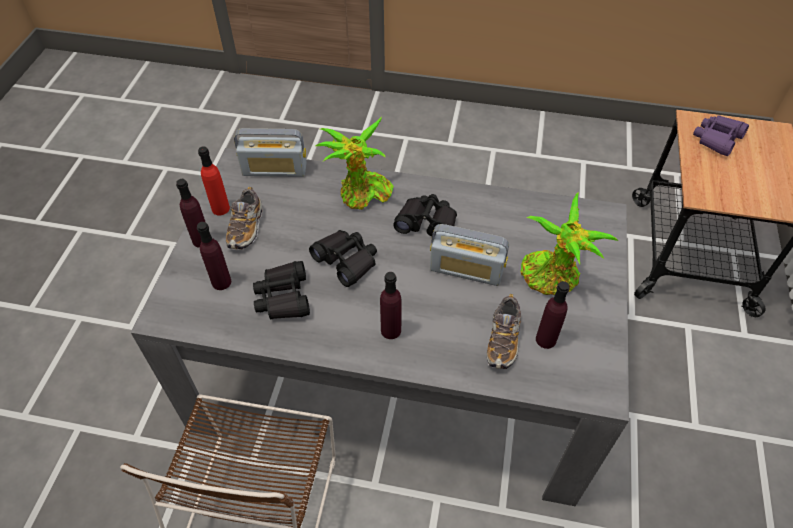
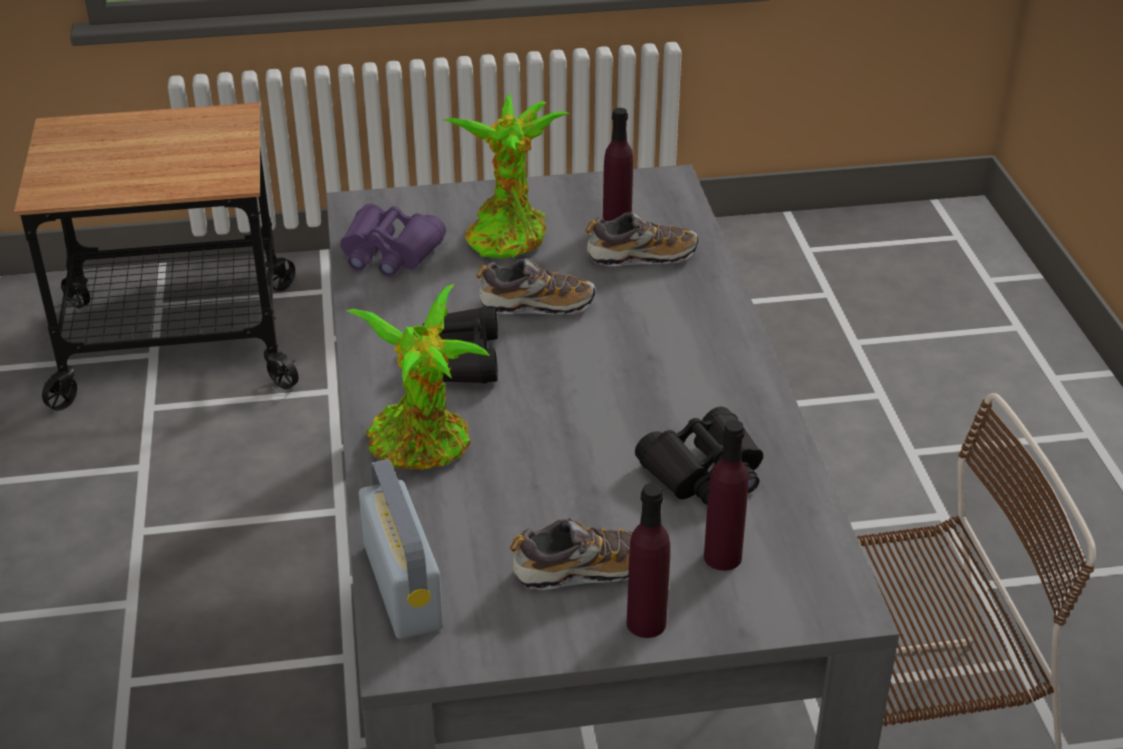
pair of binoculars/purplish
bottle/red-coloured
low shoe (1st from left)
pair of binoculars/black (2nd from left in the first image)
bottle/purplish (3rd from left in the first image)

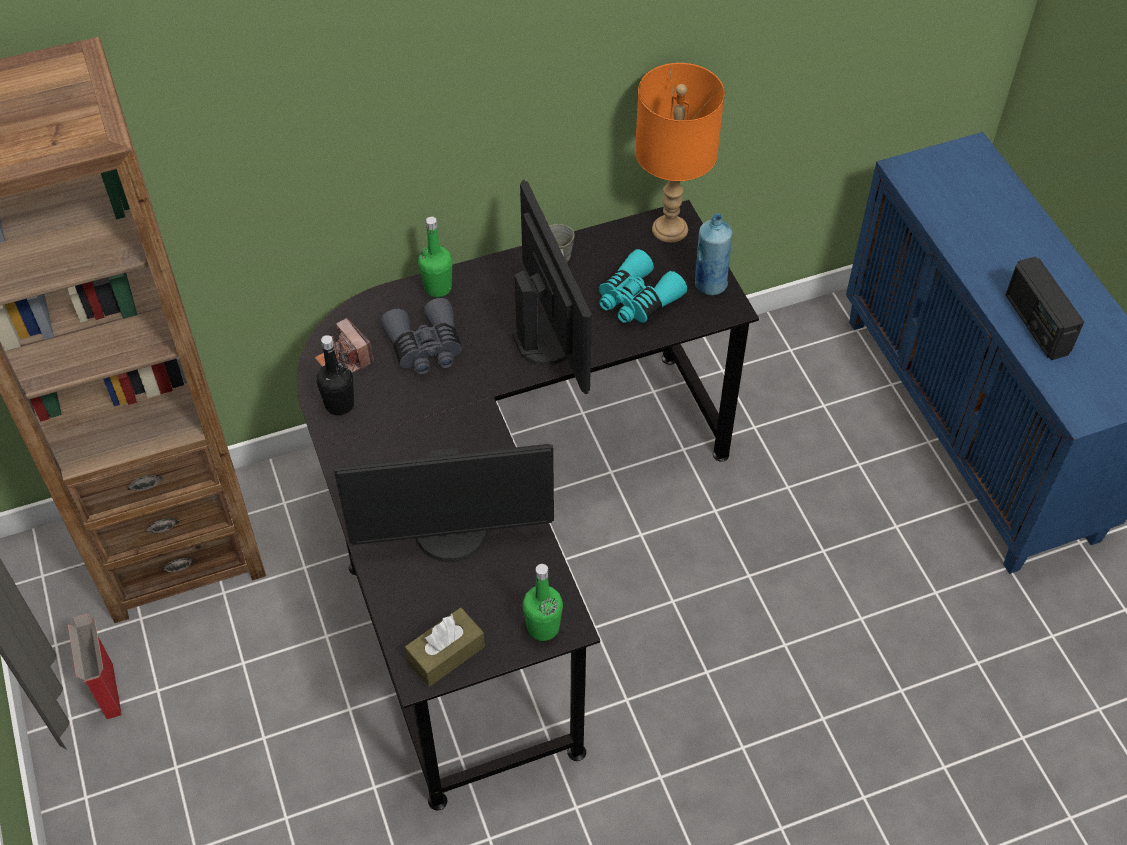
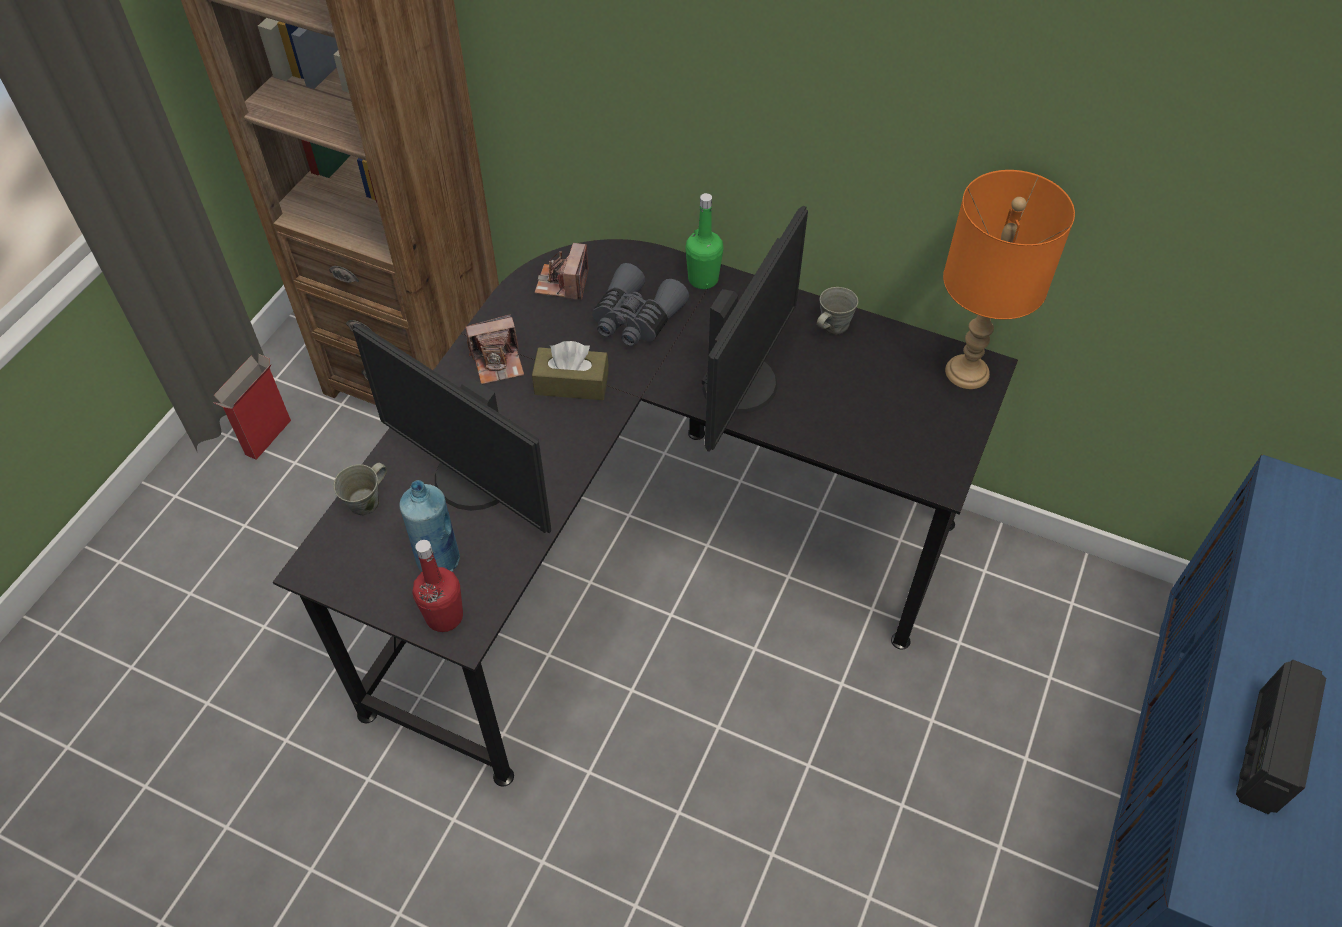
bottle/blue-coloured
pair of binoculars/blue-green
bottle/black
bottle/red-coloured
tissue box/brownish
still camera (1st from left)
coffee mug/grey (1st from left)

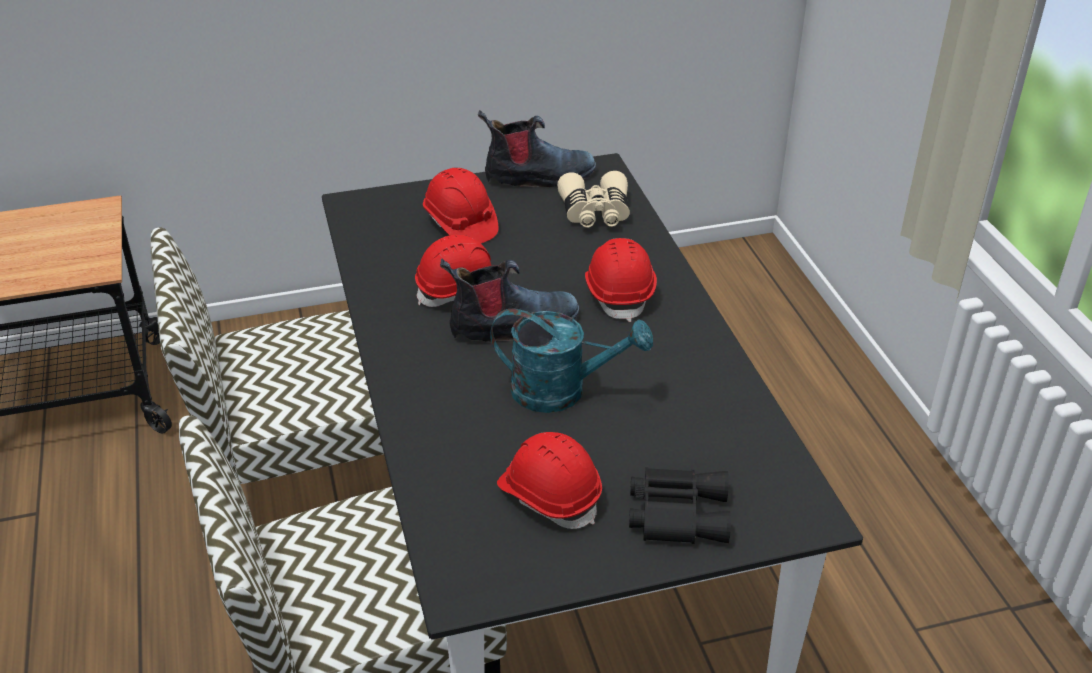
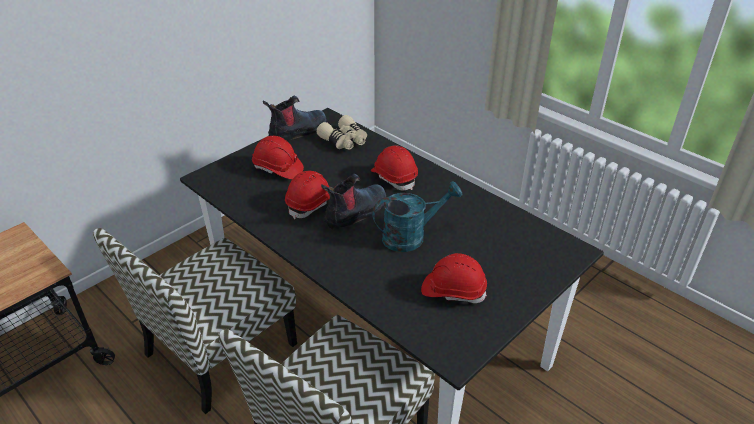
pair of binoculars/black

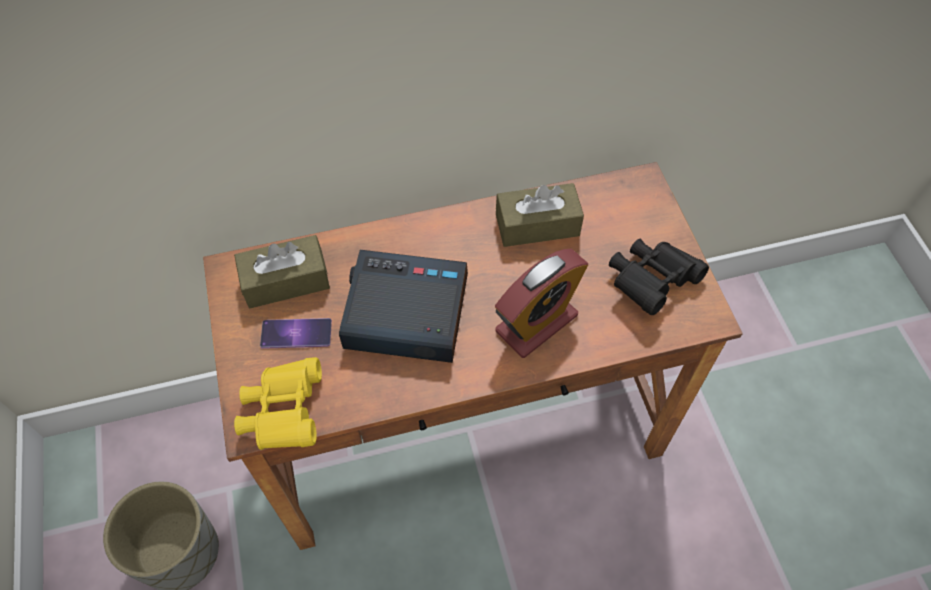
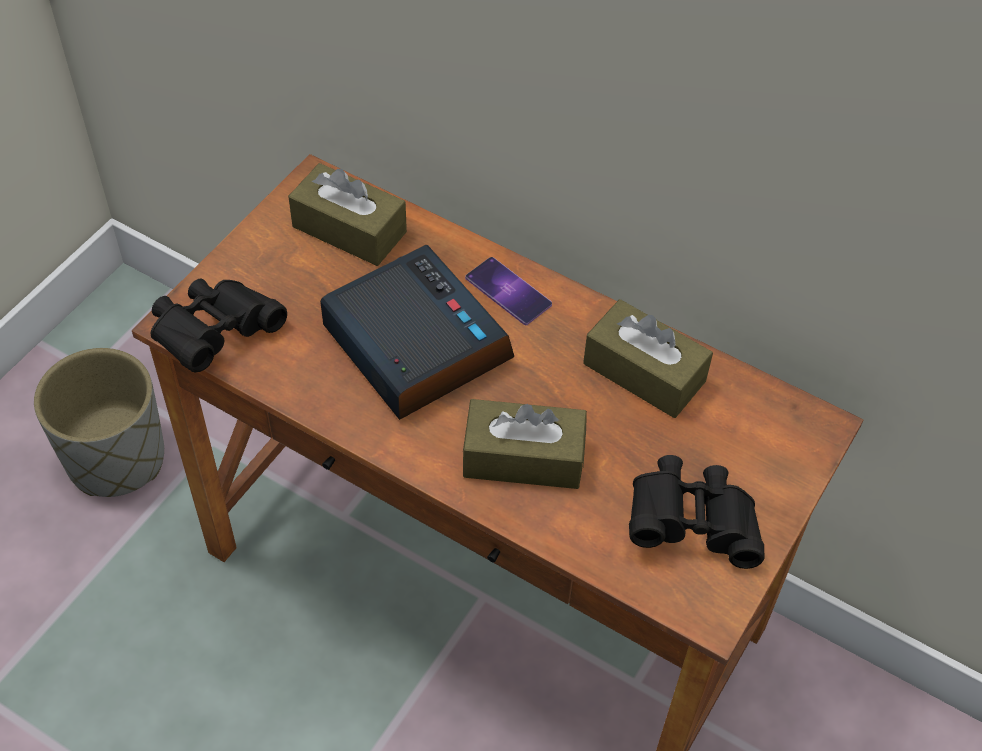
tissue box/brownish (2nd from left)
handset
pair of binoculars/black (1st from left)

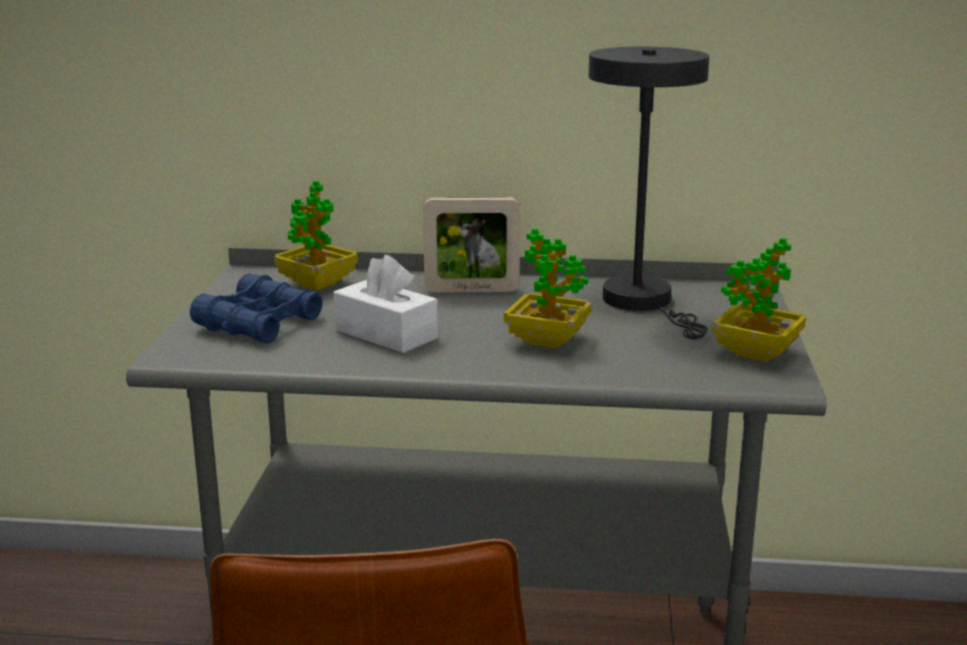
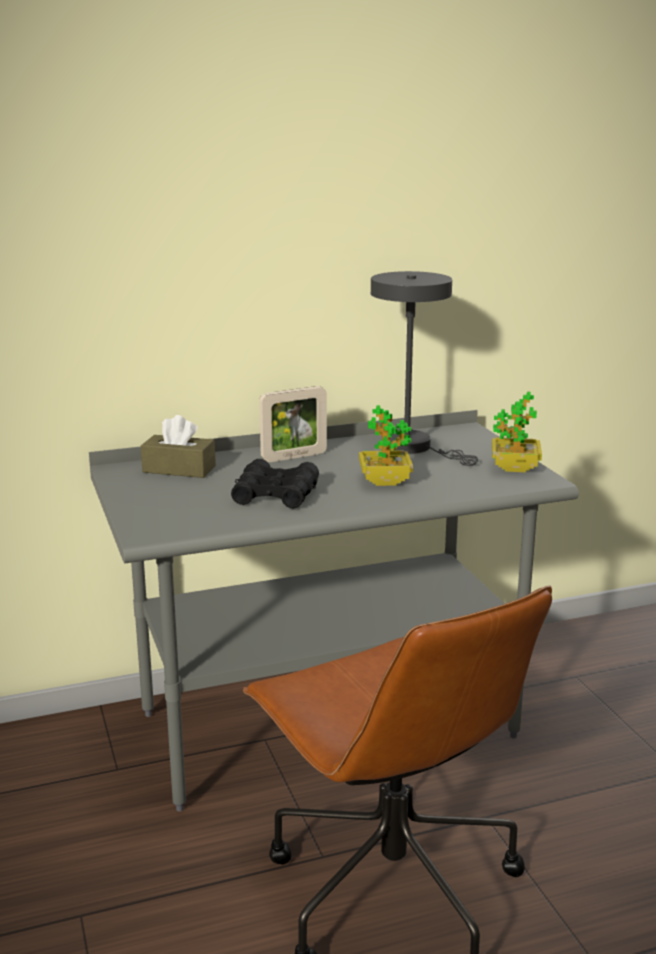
tissue box/brownish
pair of binoculars/black
pair of binoculars/blue-coloured

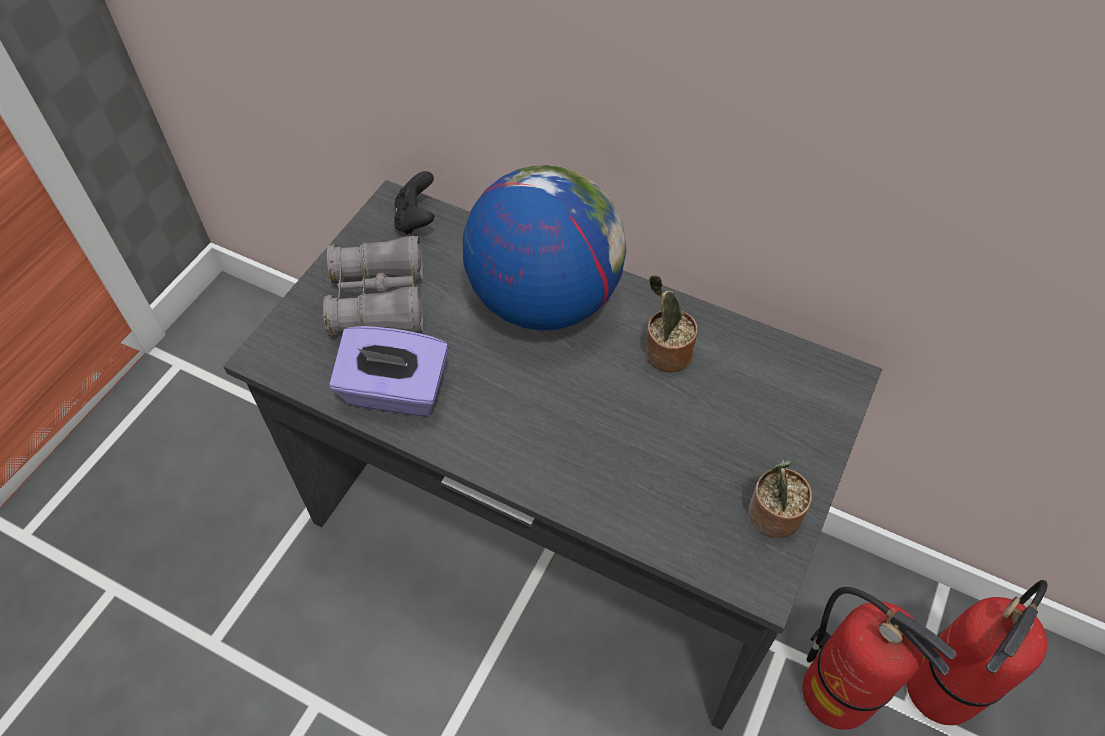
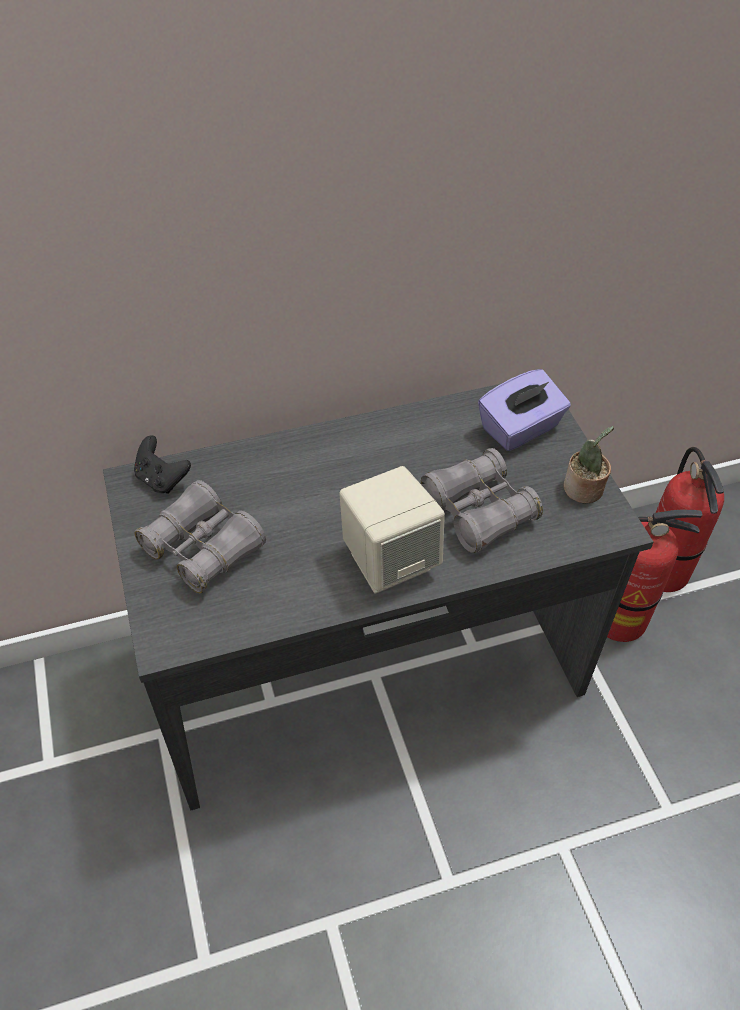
world globe
plant in a pot (1st from left in the first image)
tissue box/purplish
pair of binoculars/grey (2nd from left)
speaker/beige-coloured

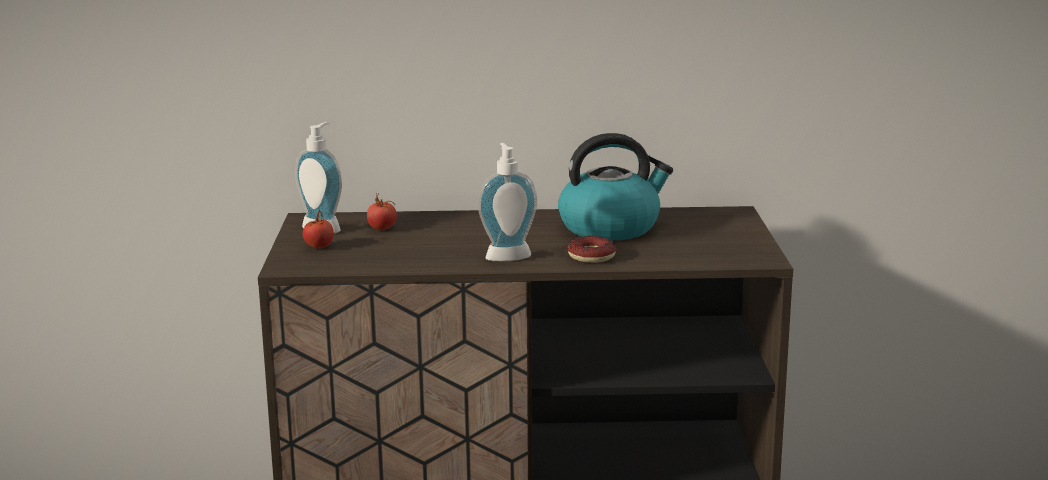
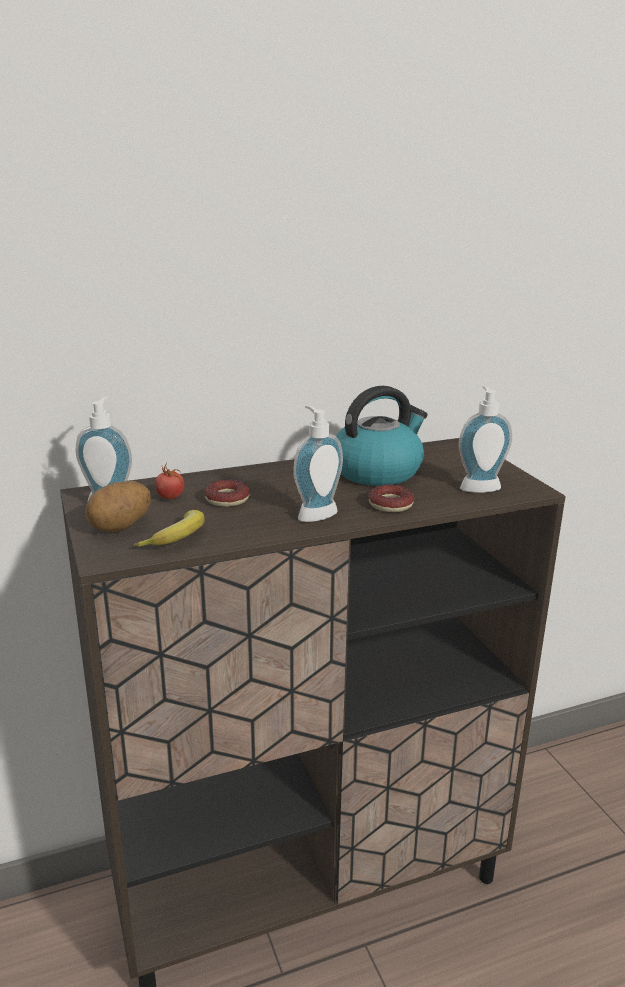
whole potato
liquid soap bottle (3rd from left)
doughnut (1st from left)
whole banana

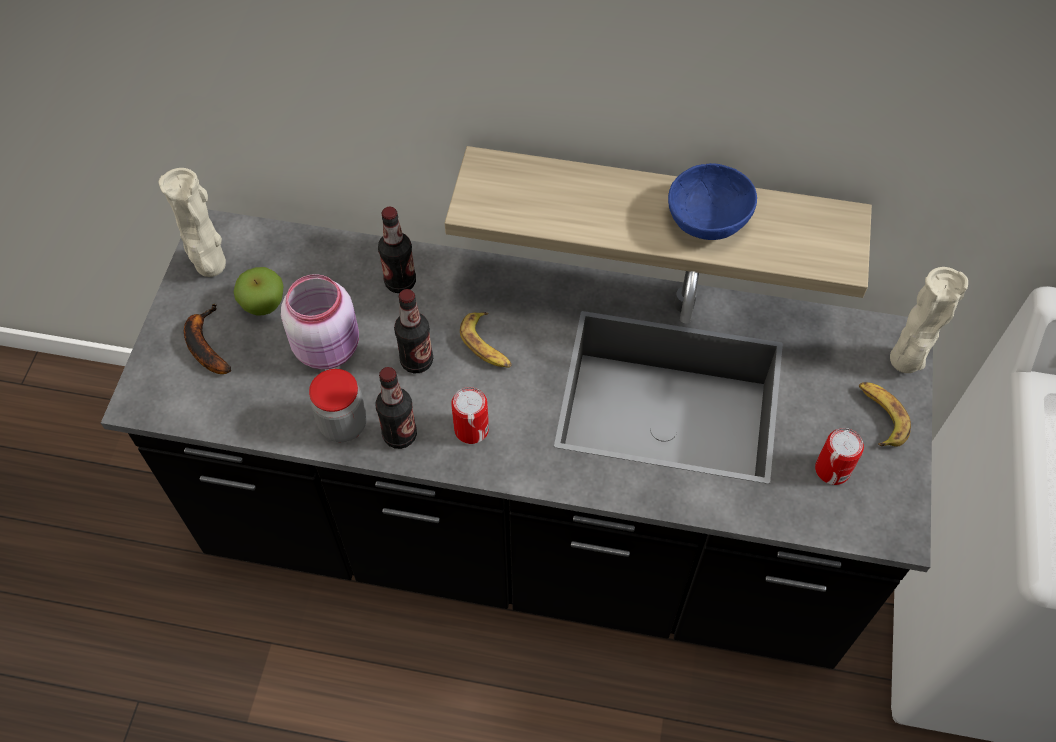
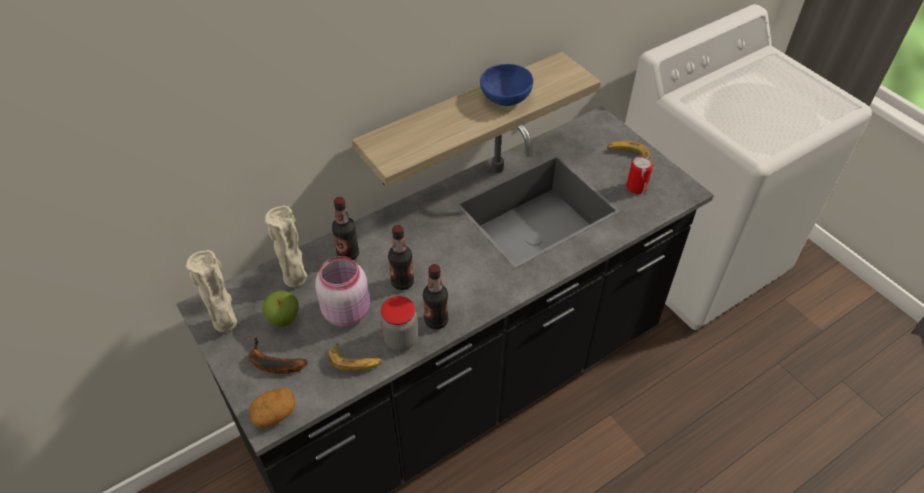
decorative vase/beige-coloured (2nd from left)
whole banana (2nd from left)
sealed can (1st from left in the first image)
whole potato

